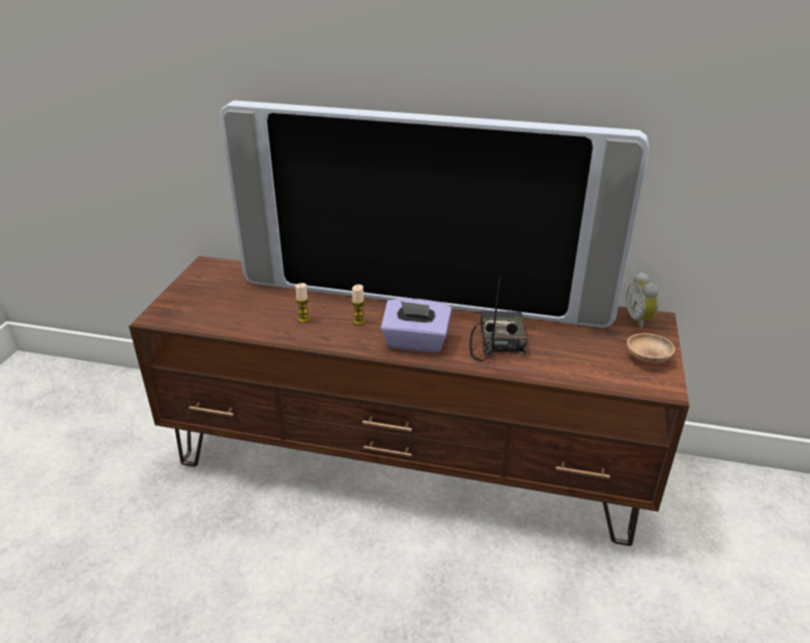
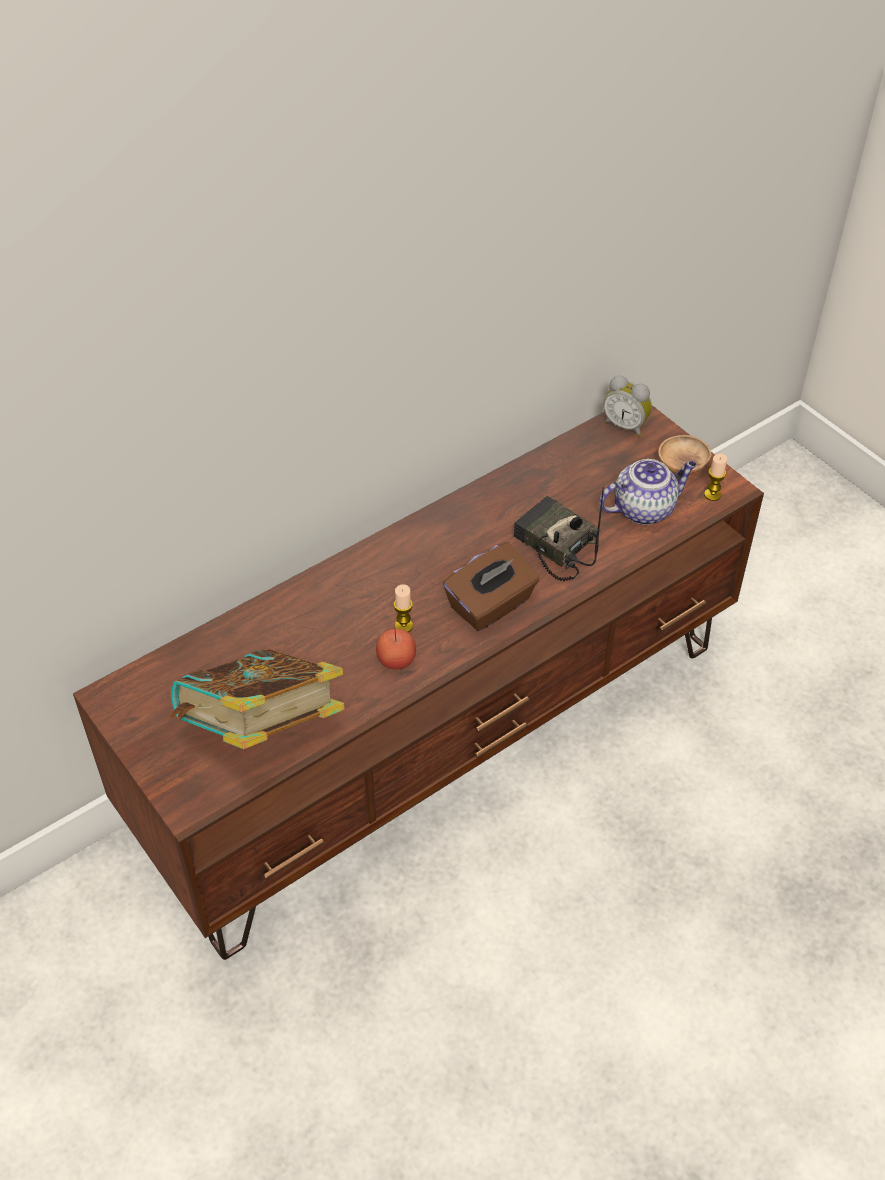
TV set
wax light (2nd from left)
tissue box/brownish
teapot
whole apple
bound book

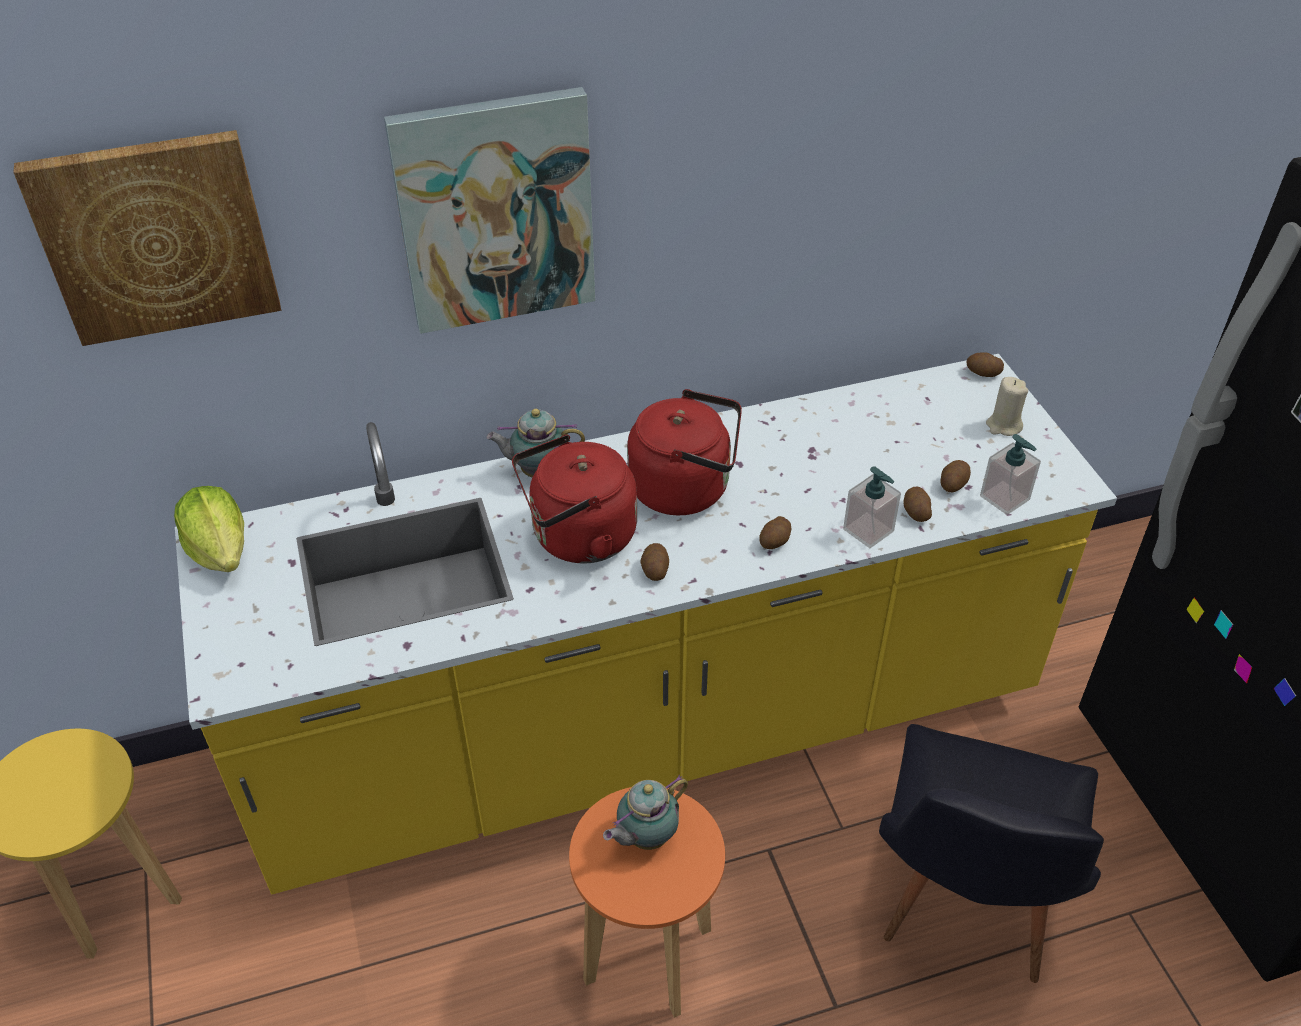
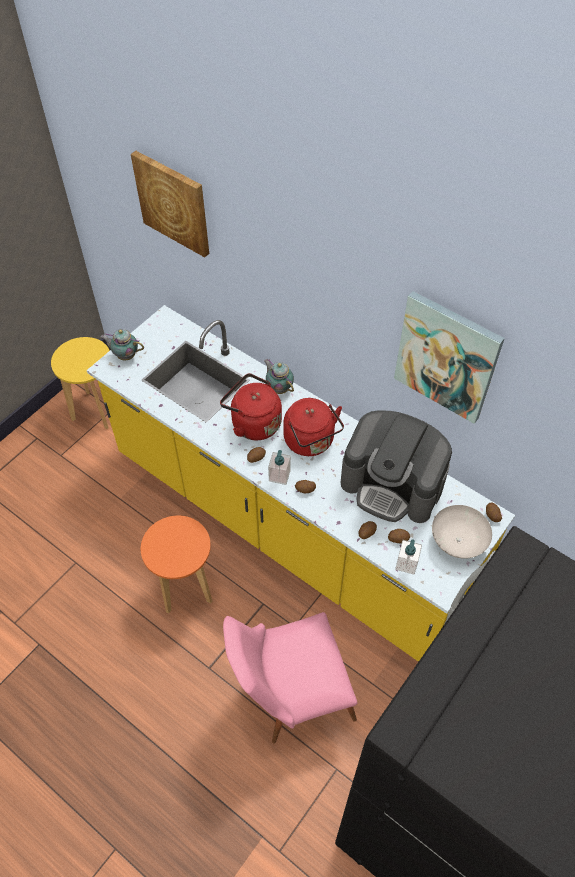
wall art (2nd from left)
deep dish/white
liquid soap bottle (1st from left)
head of lettuce
plain chair/pinkish
teapot (1st from left)
coffee brewer

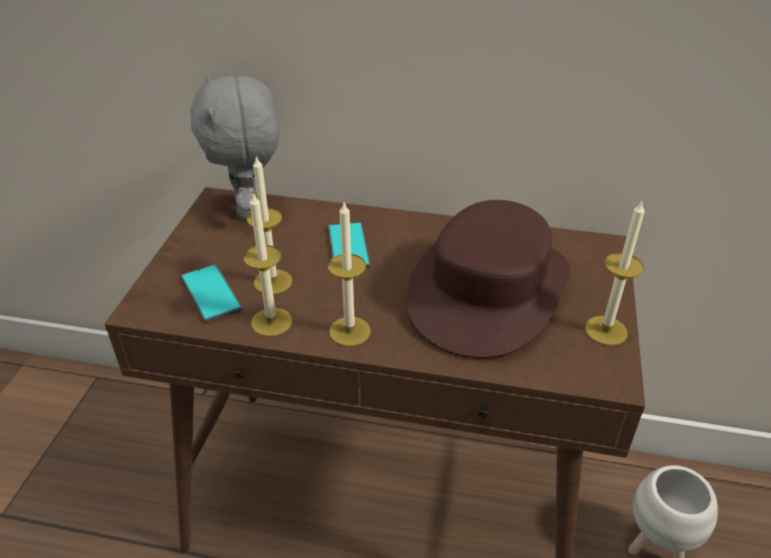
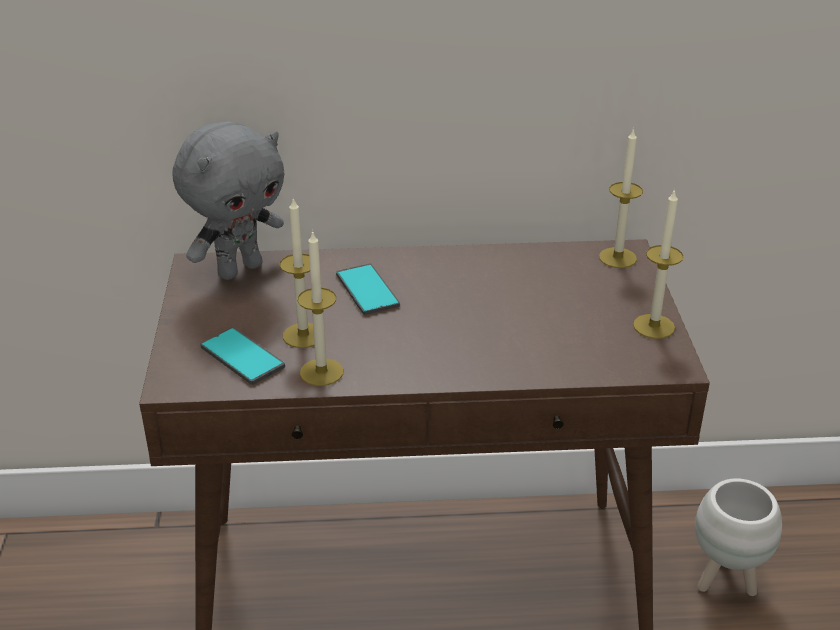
plush toy/grey
clothing hat/brownish
wax light (3rd from left)

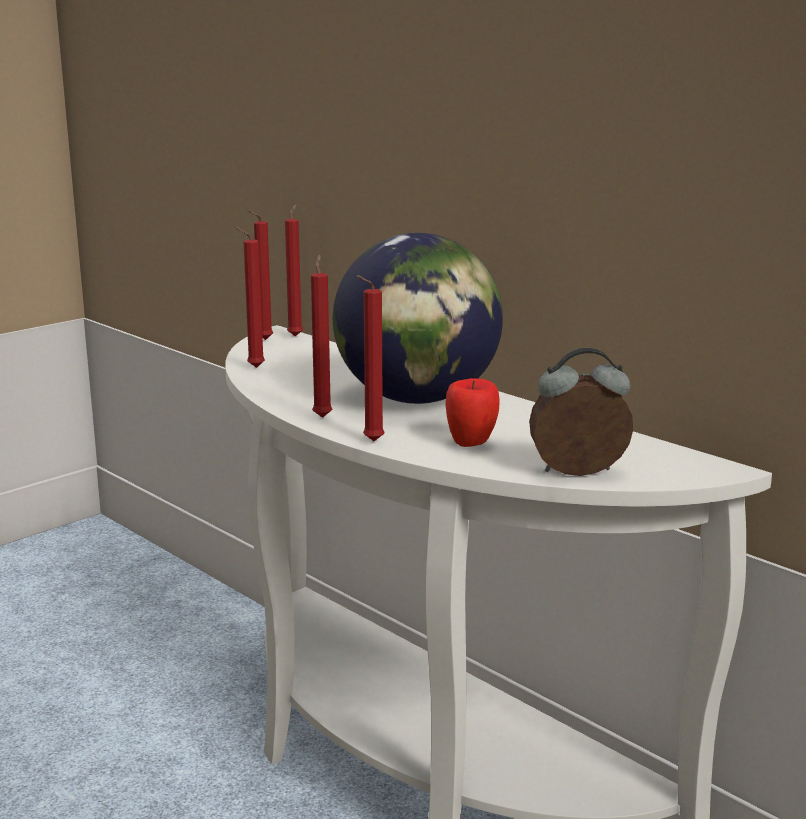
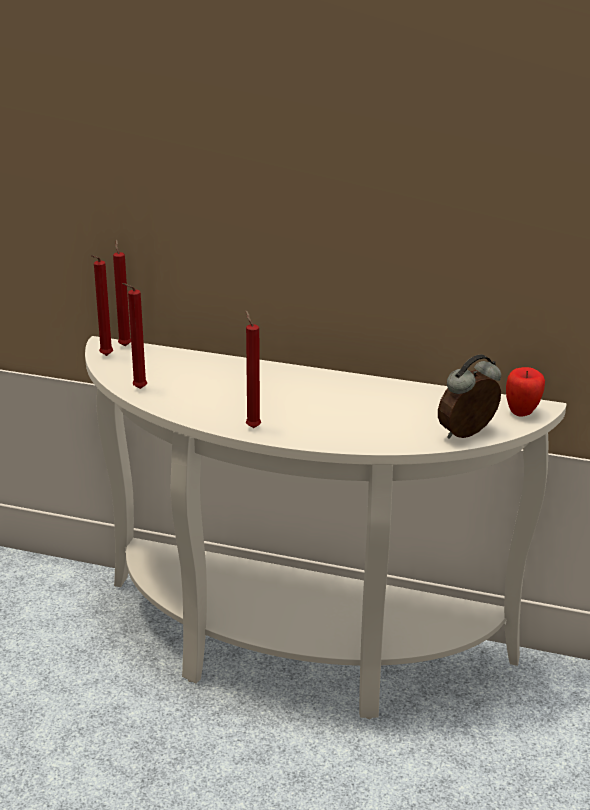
world globe
wax light/red-coloured (5th from left in the first image)
whole apple

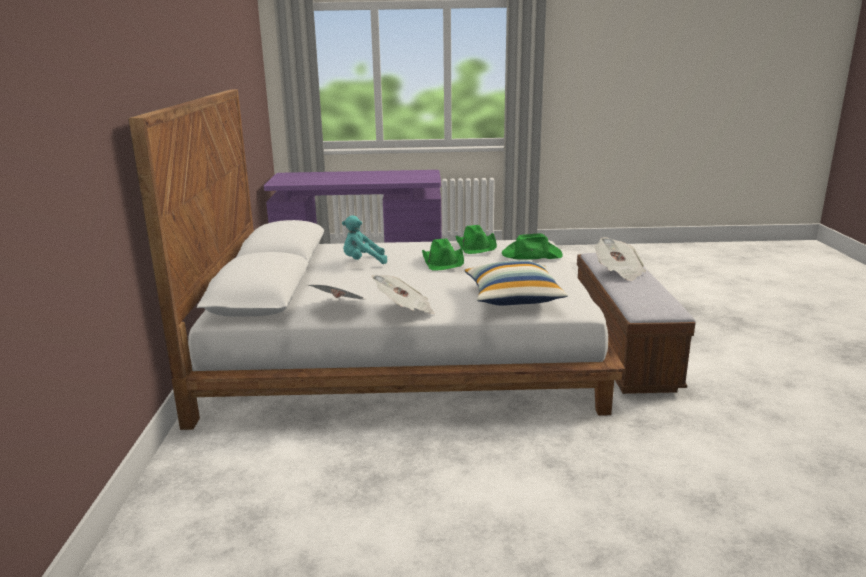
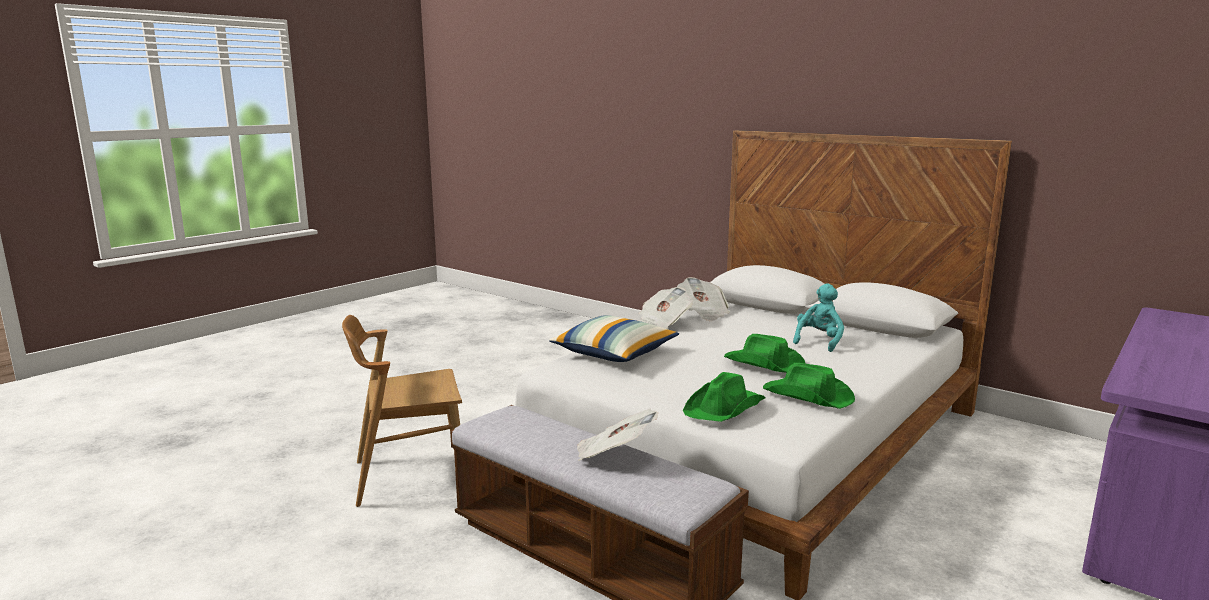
plain chair/brownish

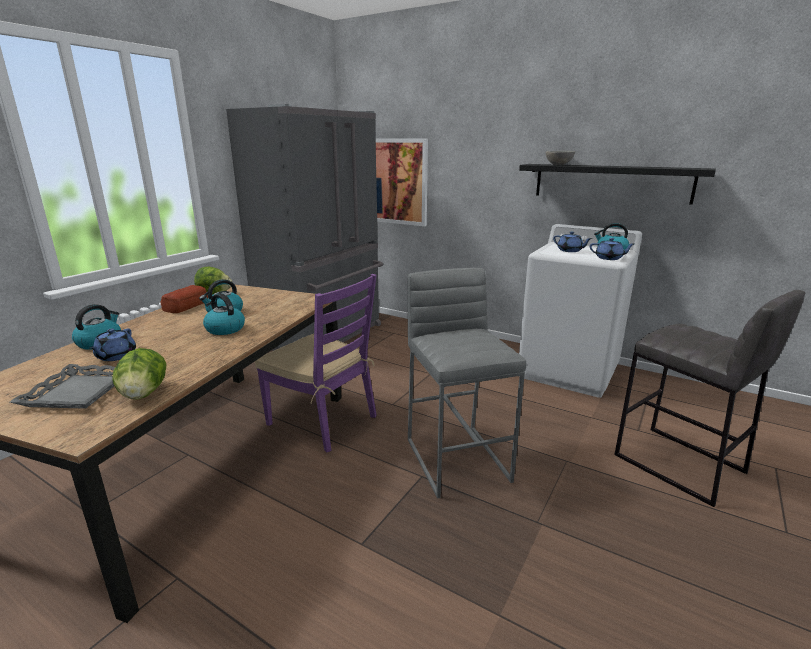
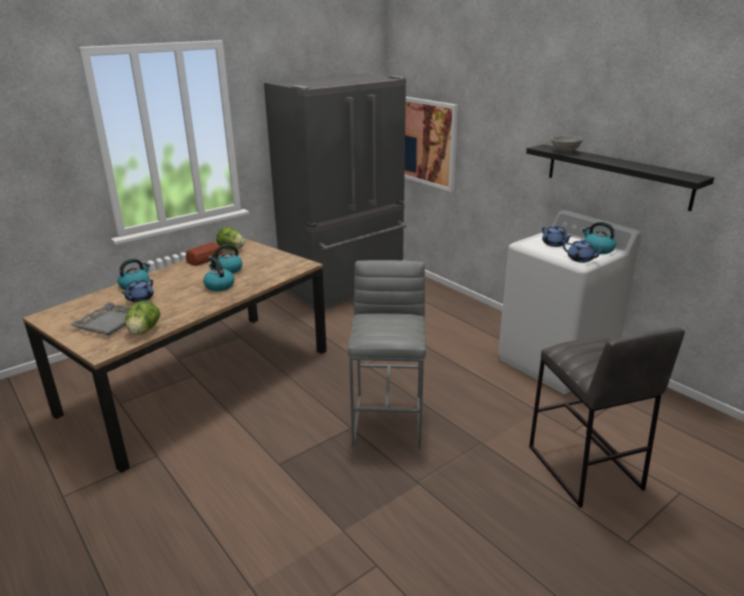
plain chair/purplish

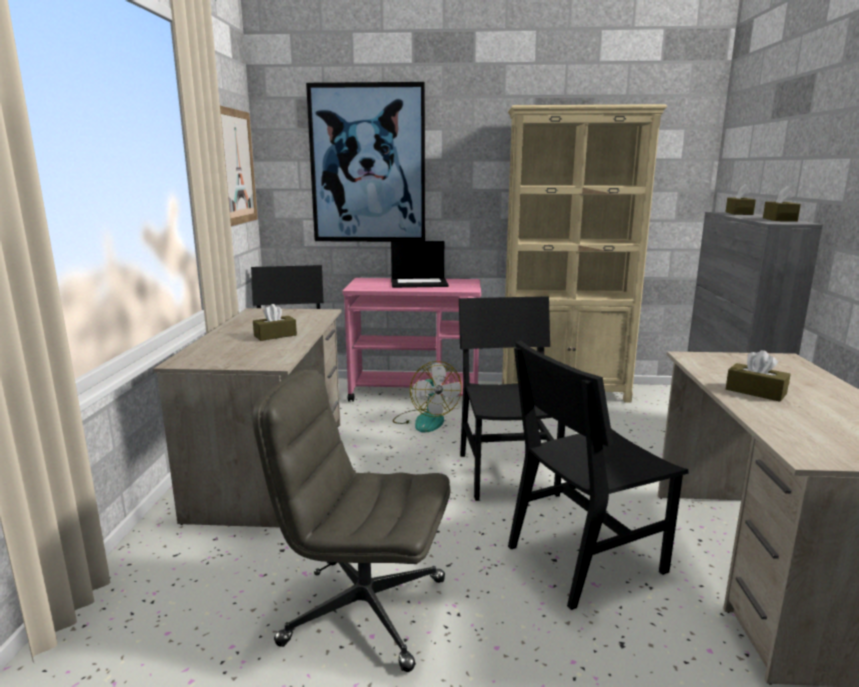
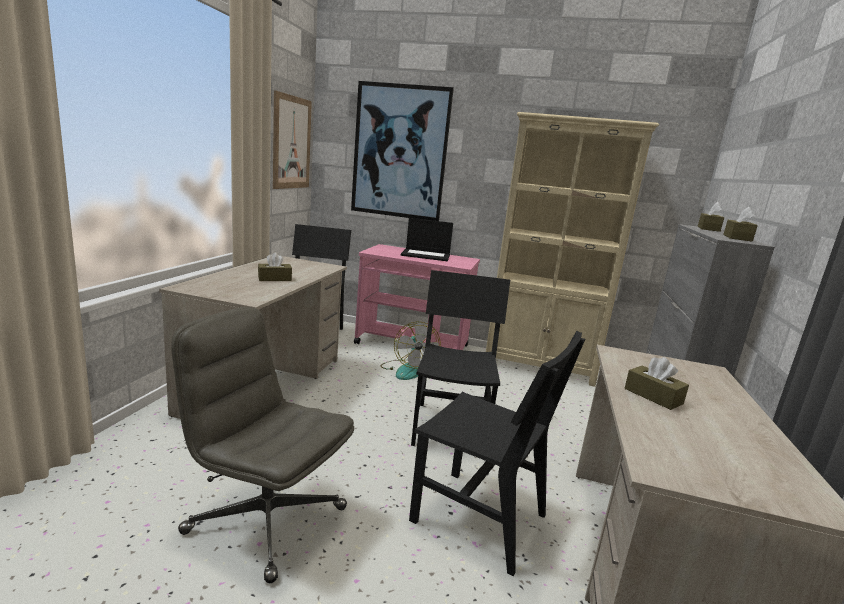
plain chair/black (3rd from left)

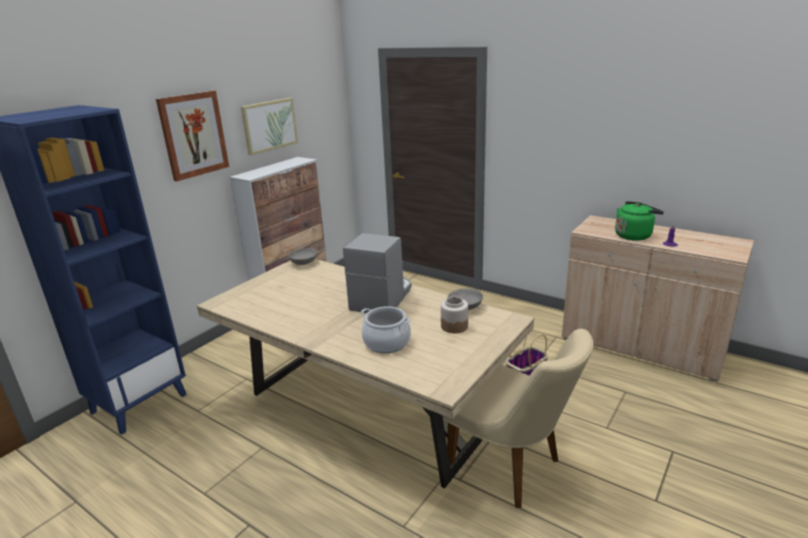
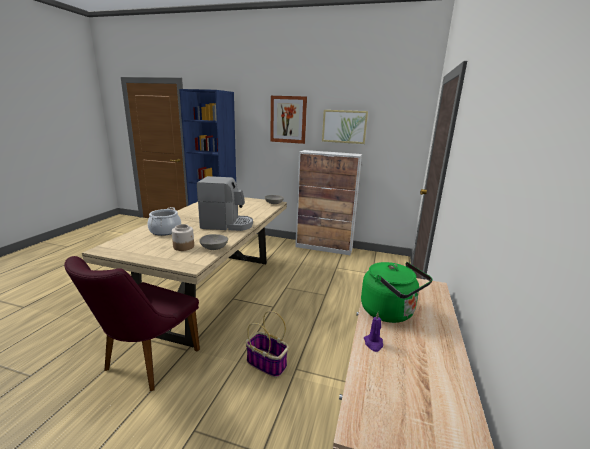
plain chair/purplish

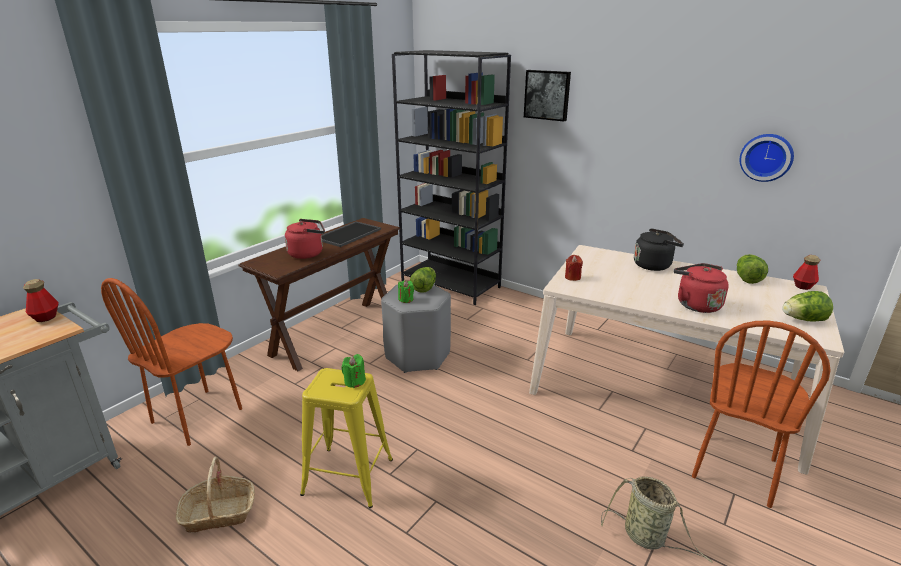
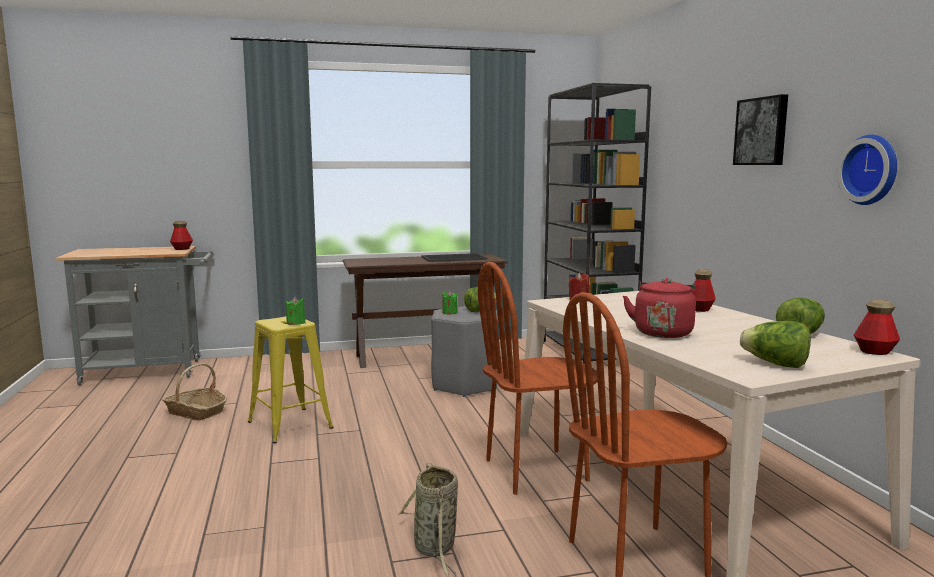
wall art
kettle/red-coloured (1st from left in the first image)
bottle (2nd from left)
plain chair/brownish (1st from left)

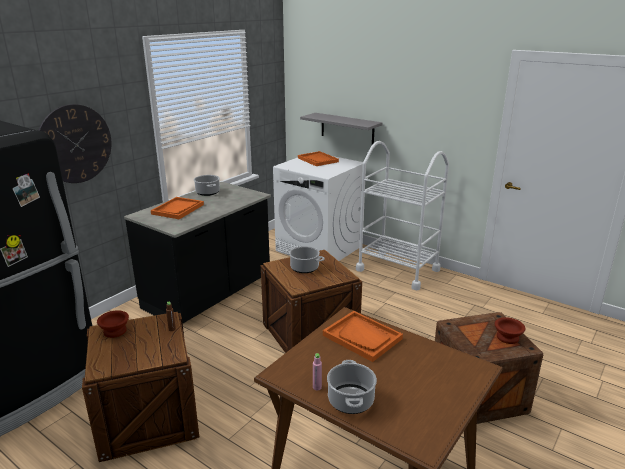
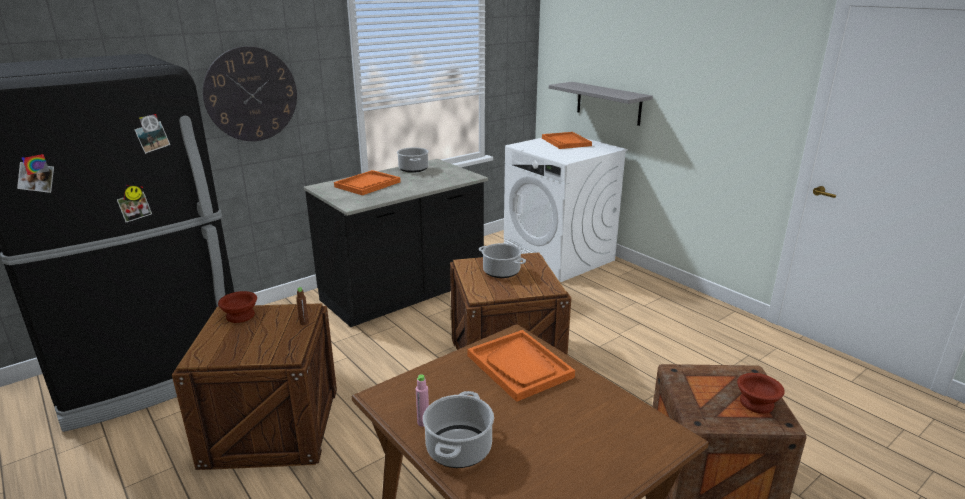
trolley/white

